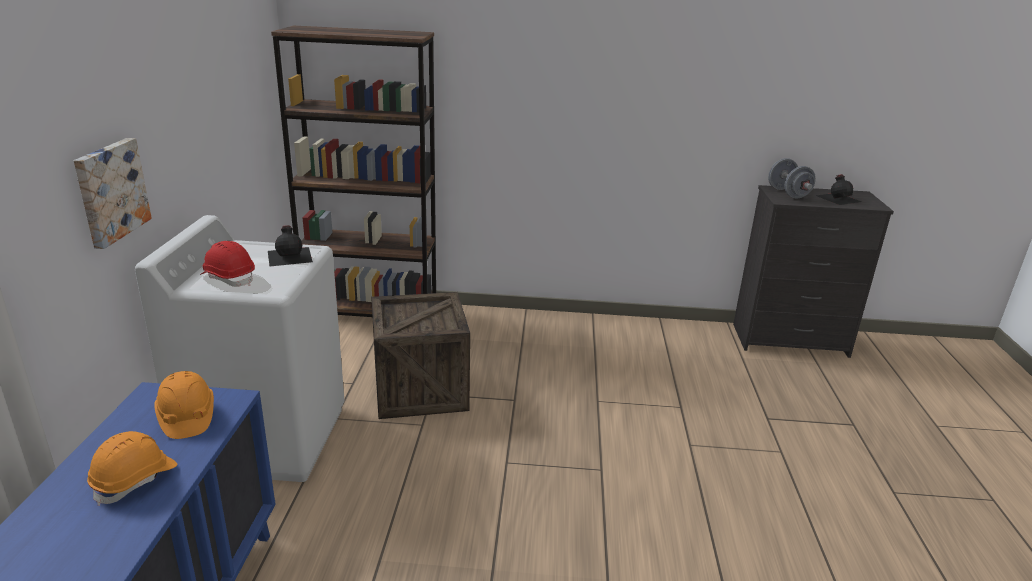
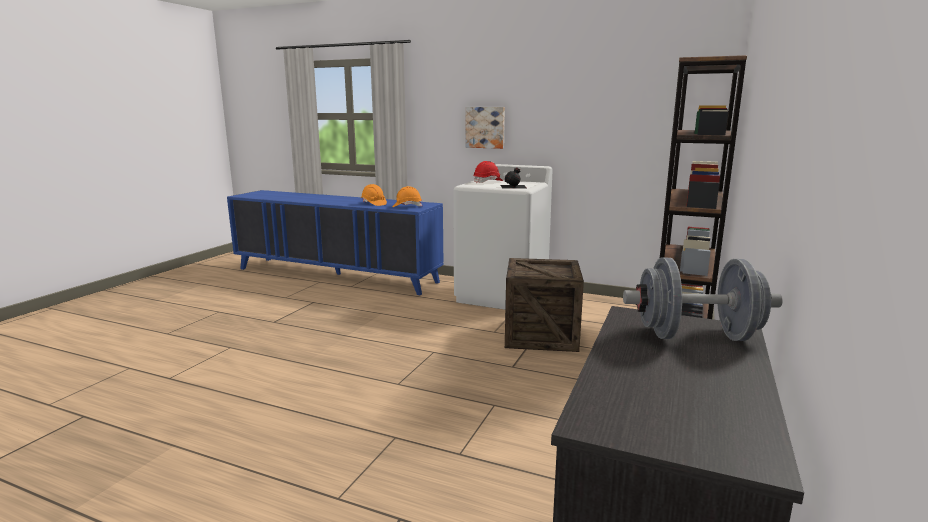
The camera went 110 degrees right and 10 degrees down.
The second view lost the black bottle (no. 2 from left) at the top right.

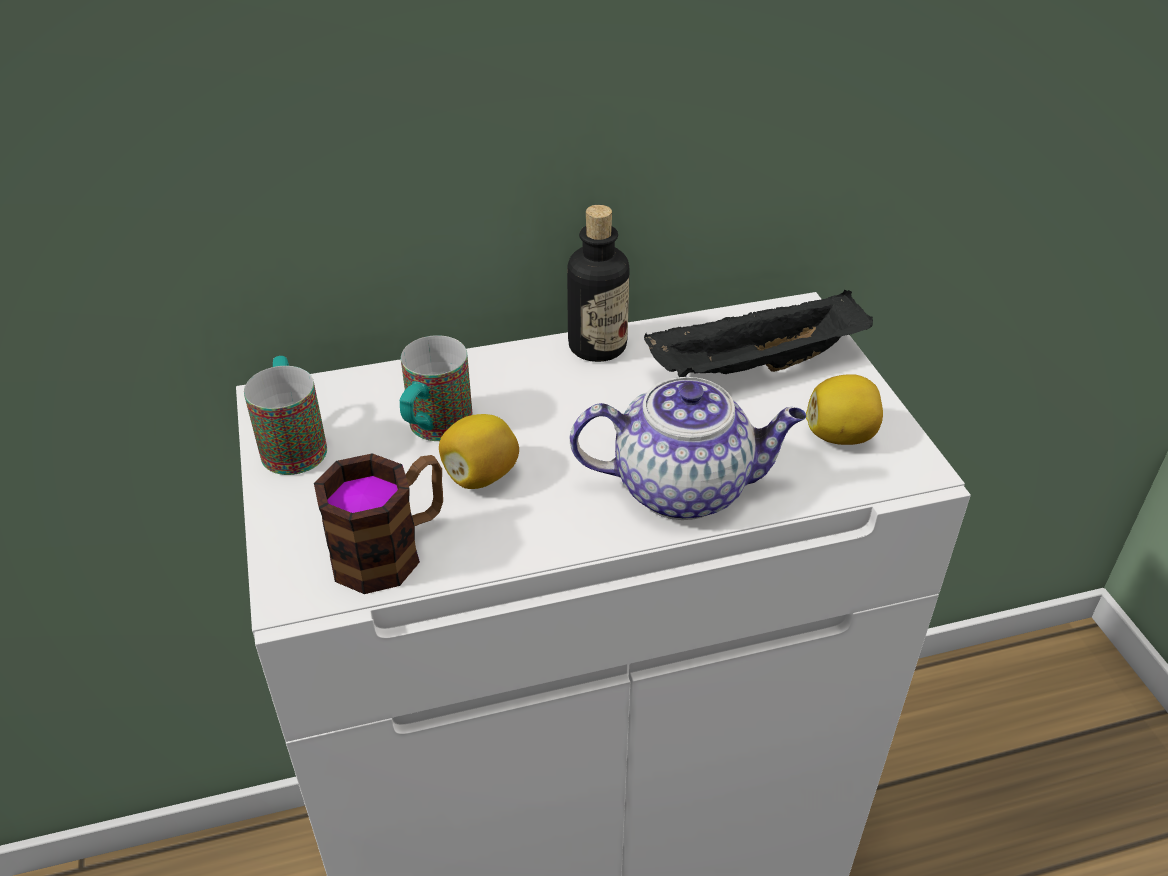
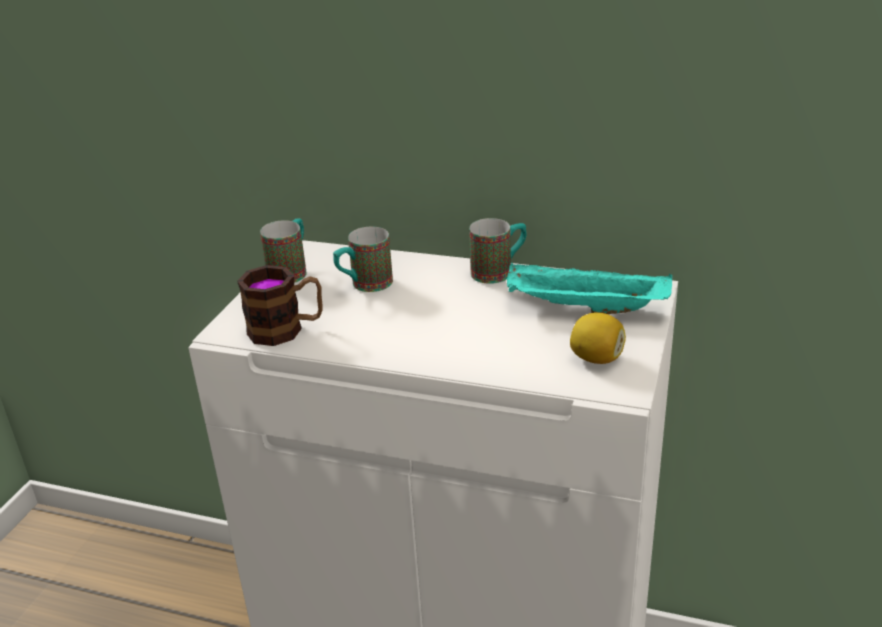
The camera went 35 degrees right and 10 degrees down.
Where the bottle stood at the top centre, the mug (no. 4 from left) came to stand at the centre.
What was the black tray at the centre turned into the turquoise tray at the middle right.
The second view lost the teapot at the centre.
The second view lost the lemon (no. 1 from left) at the centre.

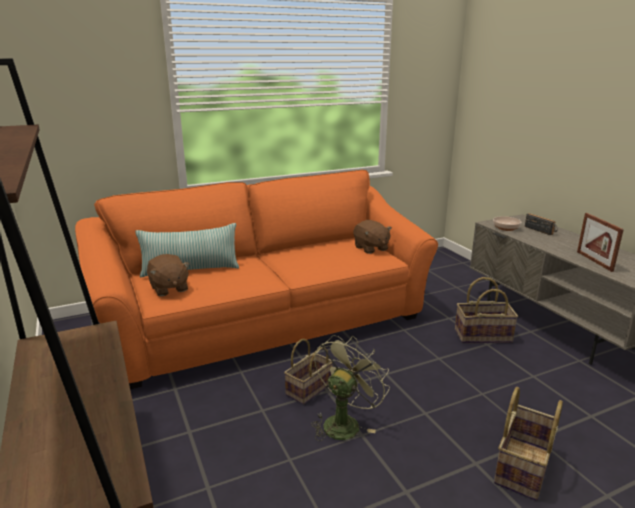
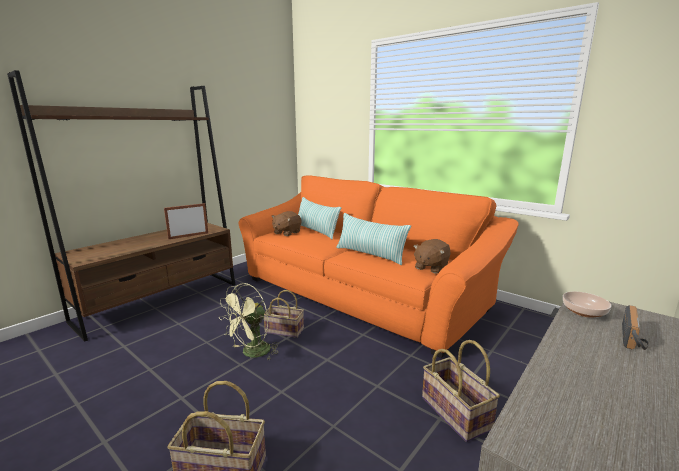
The camera went 65 degrees right and 5 degrees down.
The picture frame ended up elsewhere, having gone from the middle right to the middle left.
The green fan at the bottom centre ended up facing another way, 120 degrees clockwise from before.
The second view gained the pillow (no. 2 from left) at the centre.

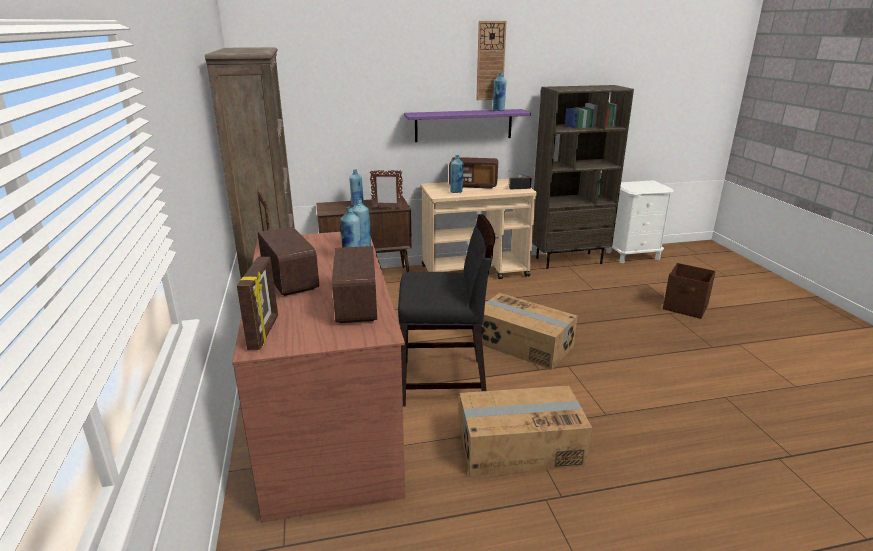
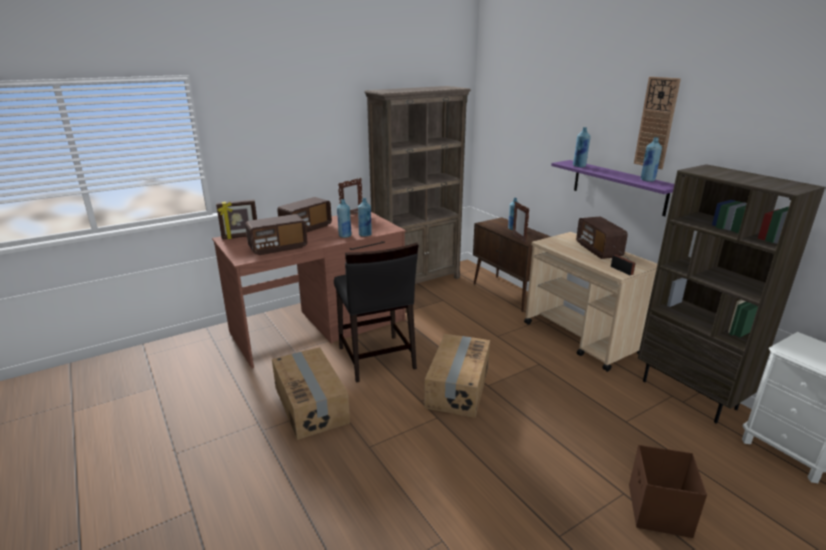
The camera went 70 degrees right and 0 degrees up.
The blue bottle (no. 4 from left) ended up elsewhere, having gone from the top centre to the top right.

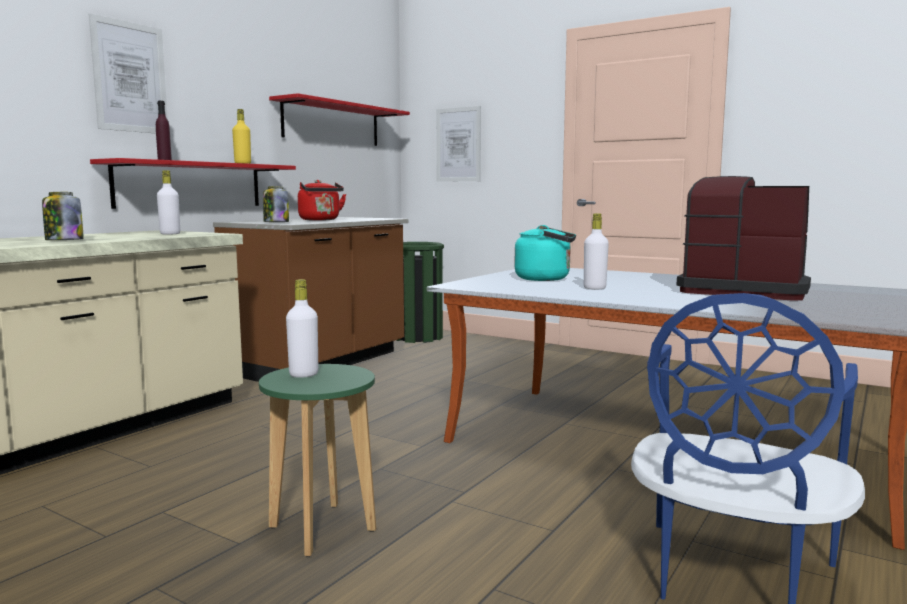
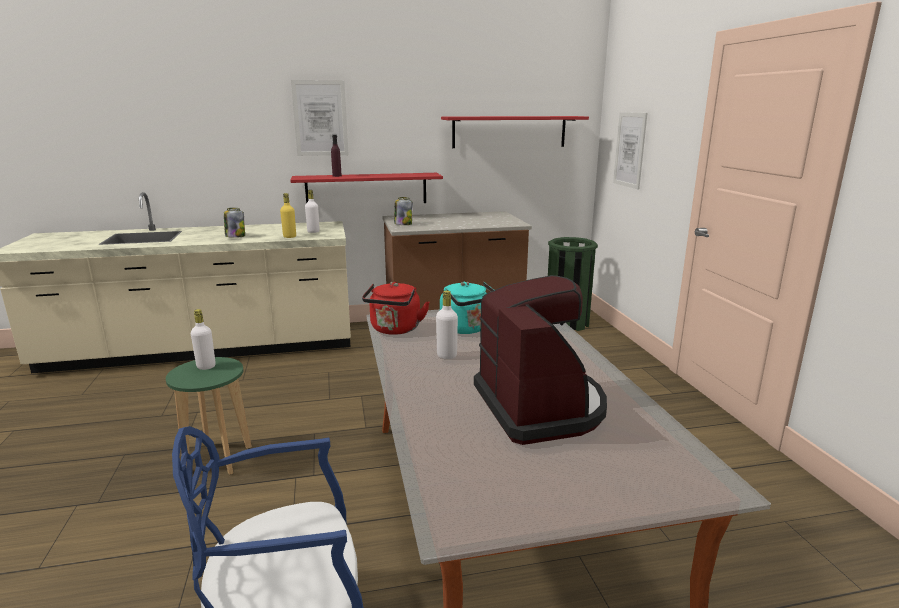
The camera went 45 degrees right and 10 degrees up.
The yellow bottle ended up elsewhere, having gone from the top left to the middle left.
The red kettle ended up elsewhere, having gone from the top centre to the centre.

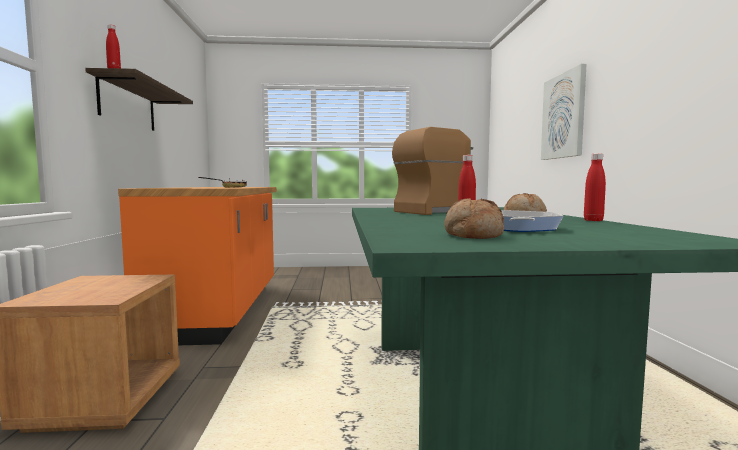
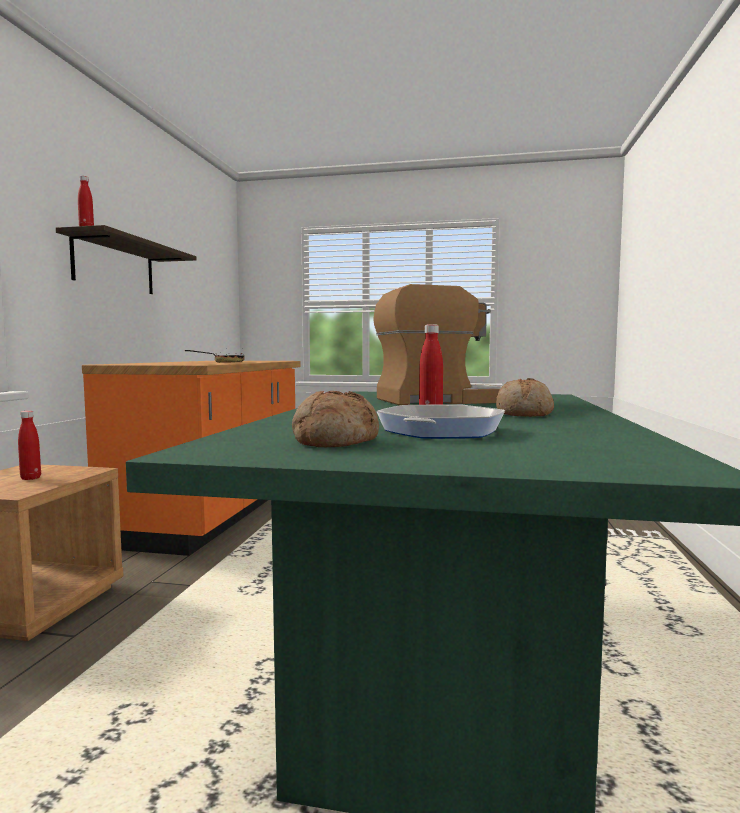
The camera went 15 degrees right and 0 degrees up.
The second view lost the picture at the top right.
The red bottle (no. 3 from left in the first image) ended up elsewhere, having gone from the middle right to the middle left.

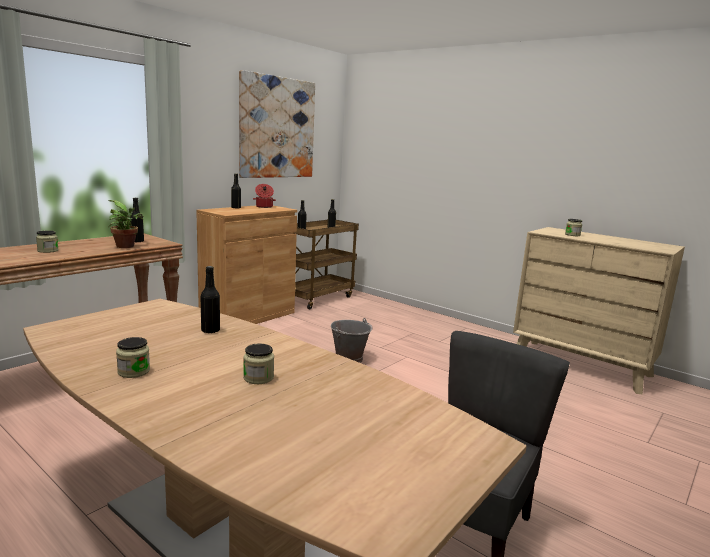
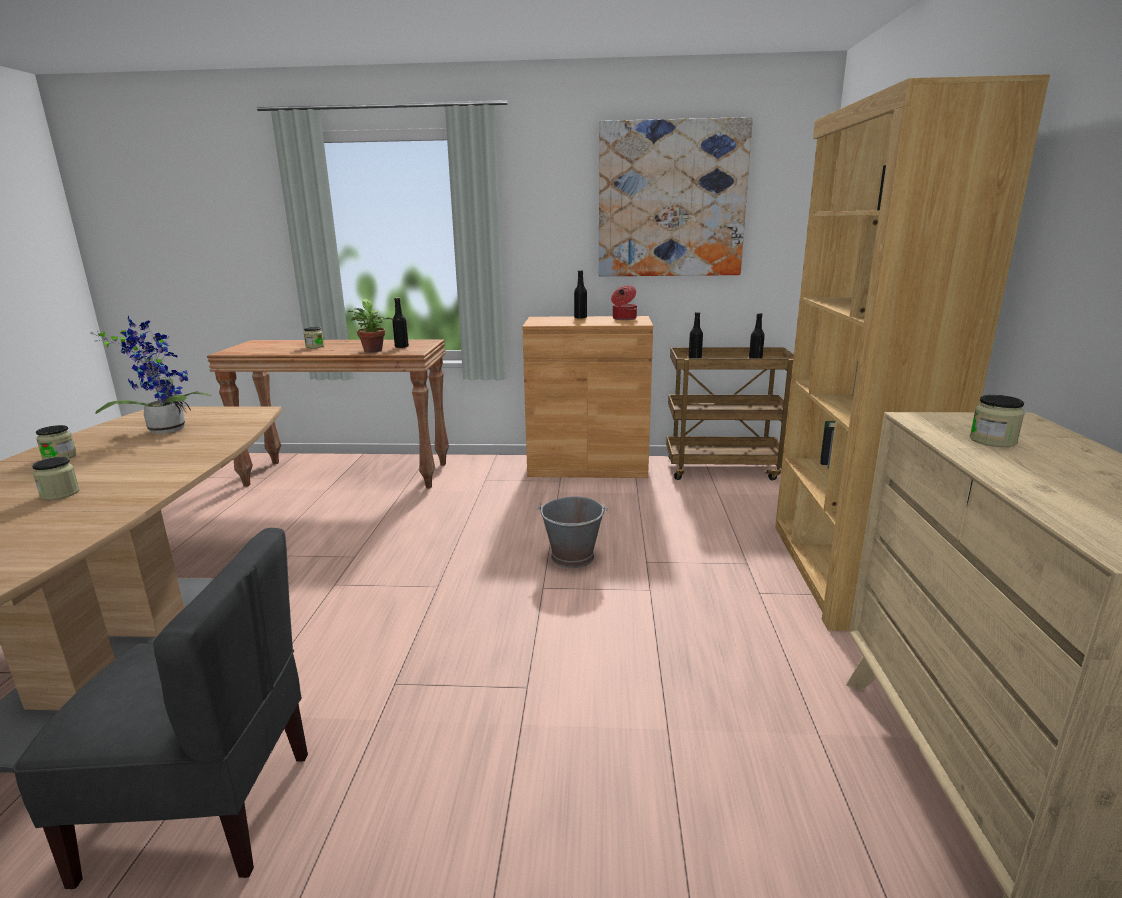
The camera went 55 degrees right and 5 degrees up.
The second view lost the black bottle (no. 2 from left) at the middle left.
The second view gained the brown bookcase at the middle right.
The second view gained the potted plant (no. 1 from left) at the middle left.

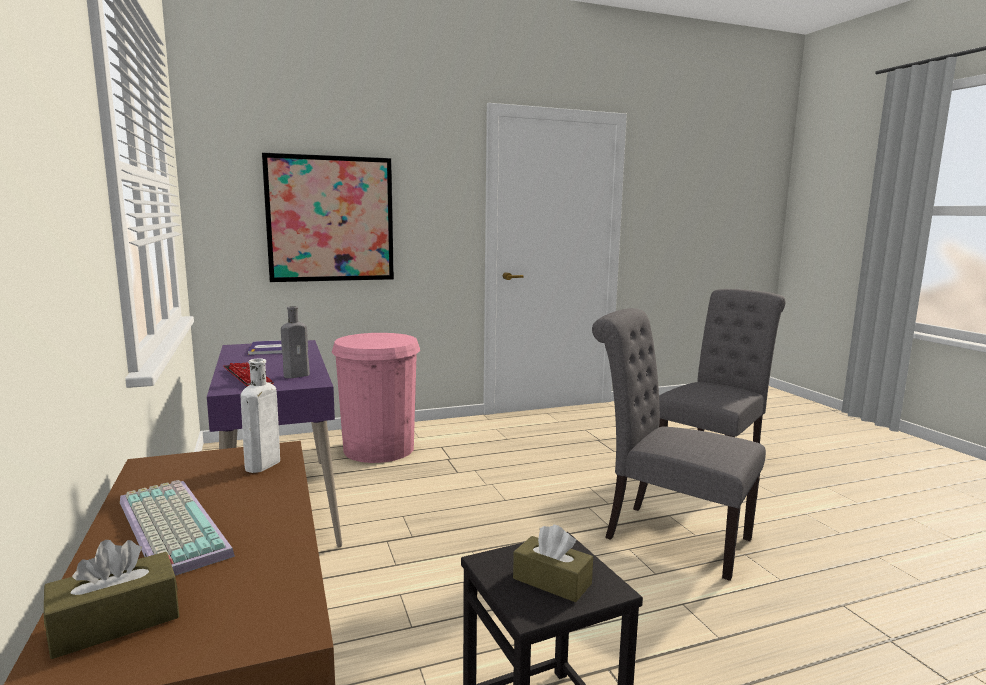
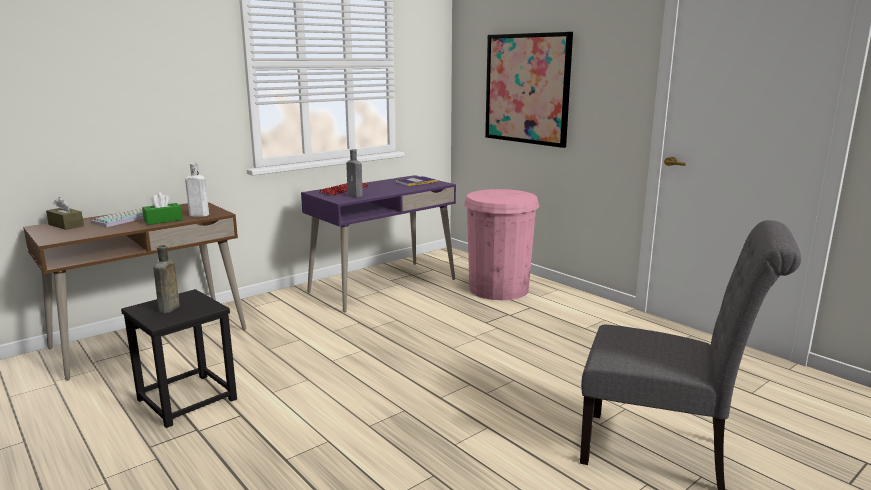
The camera went 70 degrees right and 5 degrees up.
The second view lost the grey chair (no. 1 from left) at the middle right.
Where the brown tissue box (no. 2 from left) stood at the bottom centre, the brown bottle came to stand at the middle left.
The second view gained the green tissue box at the middle left.

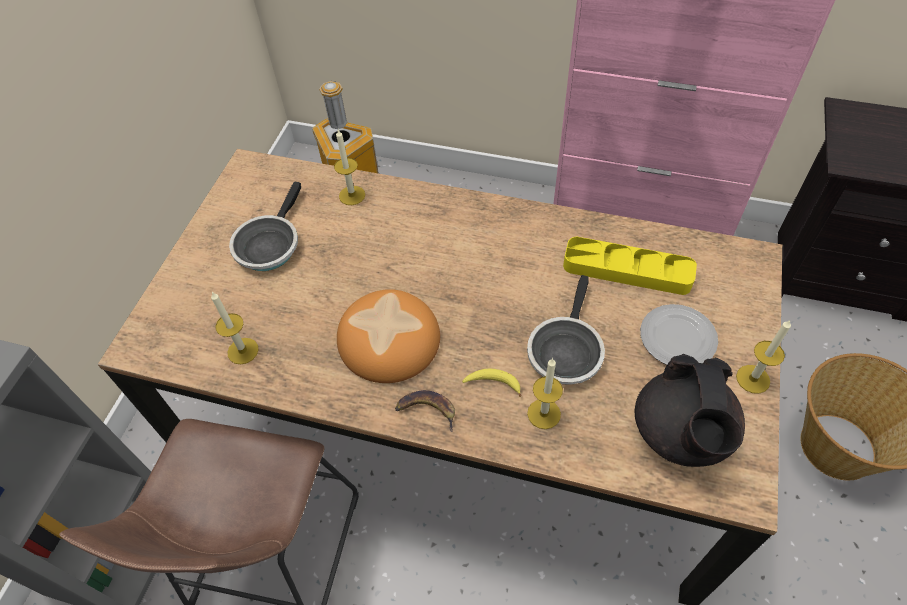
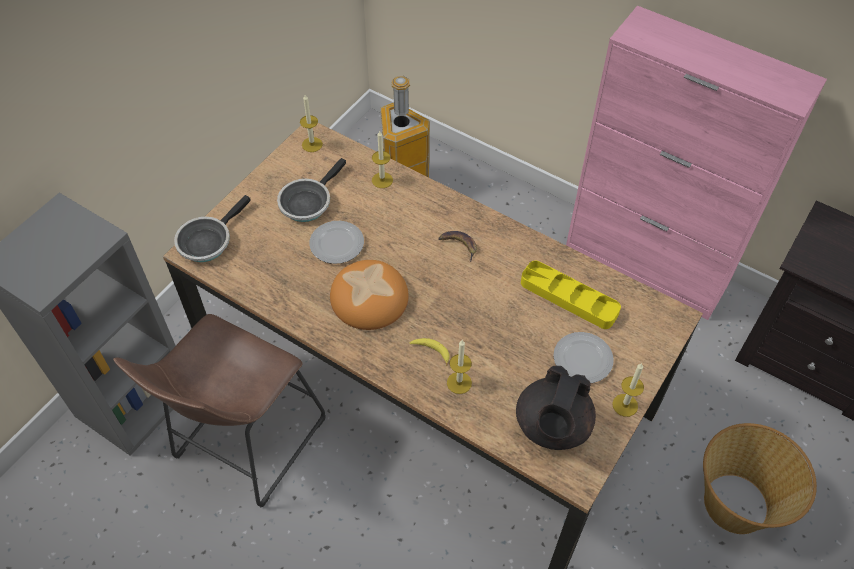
The camera went 15 degrees right and 0 degrees up.
The frying pan (no. 2 from left in the first image) ended up elsewhere, having gone from the centre to the middle left.
The candle (no. 1 from left) ended up elsewhere, having gone from the middle left to the top centre.
The banana (no. 1 from left in the first image) ended up elsewhere, having gone from the bottom centre to the centre.
The second view gained the plate (no. 1 from left) at the centre.

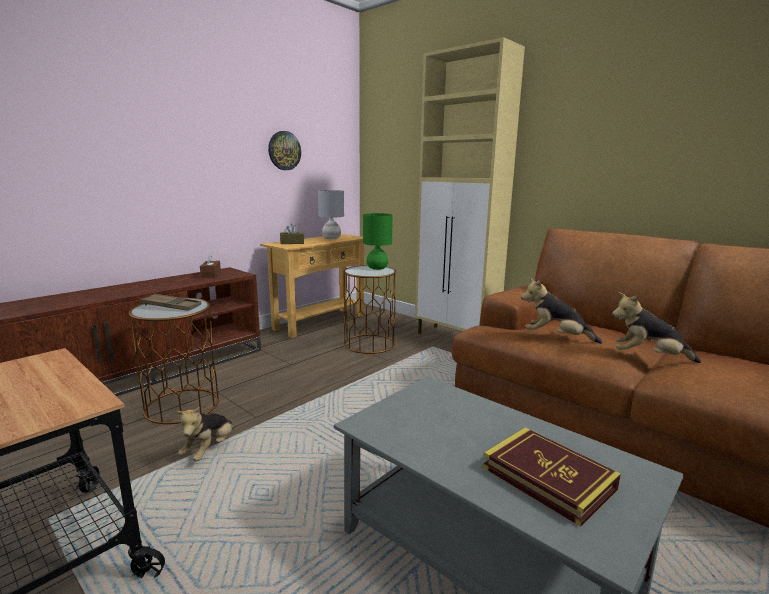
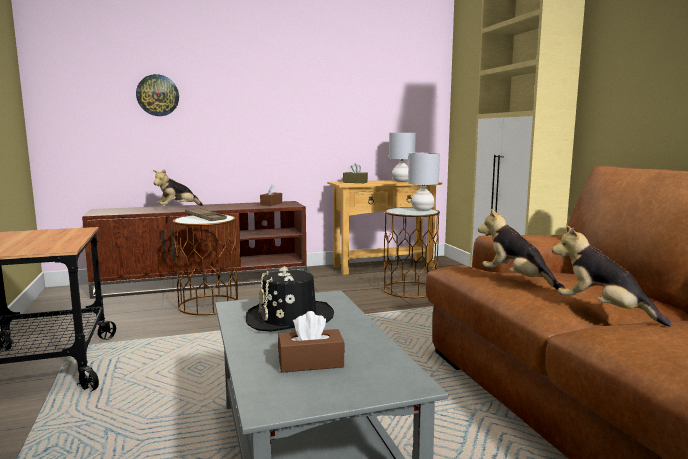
The camera went 30 degrees right and 5 degrees down.
The wall clock ended up elsewhere, having gone from the top centre to the top left.
What was the green table lamp at the centre turned into the grey table lamp (no. 2 from left) at the centre.
The plush toy (no. 1 from left) ended up elsewhere, having gone from the bottom left to the middle left.
Where the book stood at the bottom right, the brown tissue box (no. 2 from left) came to stand at the bottom centre.
The second view gained the black hat at the centre.

